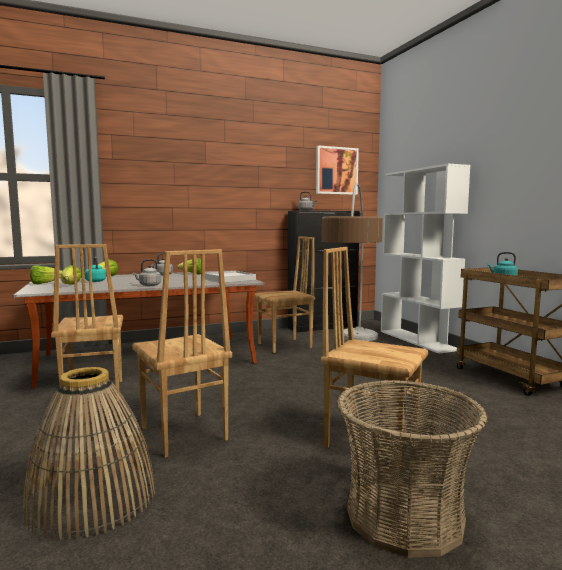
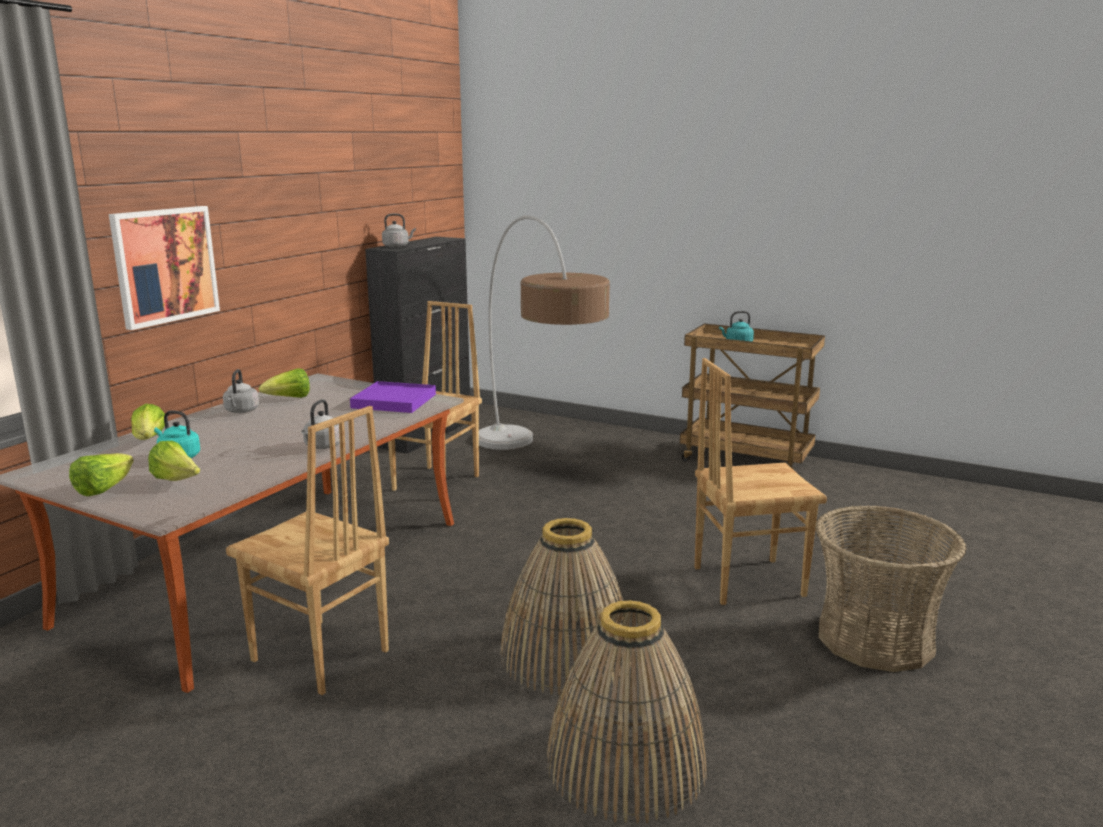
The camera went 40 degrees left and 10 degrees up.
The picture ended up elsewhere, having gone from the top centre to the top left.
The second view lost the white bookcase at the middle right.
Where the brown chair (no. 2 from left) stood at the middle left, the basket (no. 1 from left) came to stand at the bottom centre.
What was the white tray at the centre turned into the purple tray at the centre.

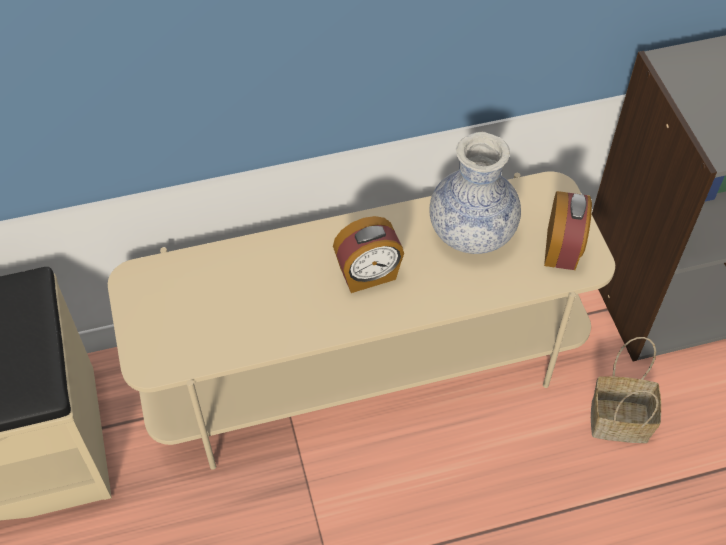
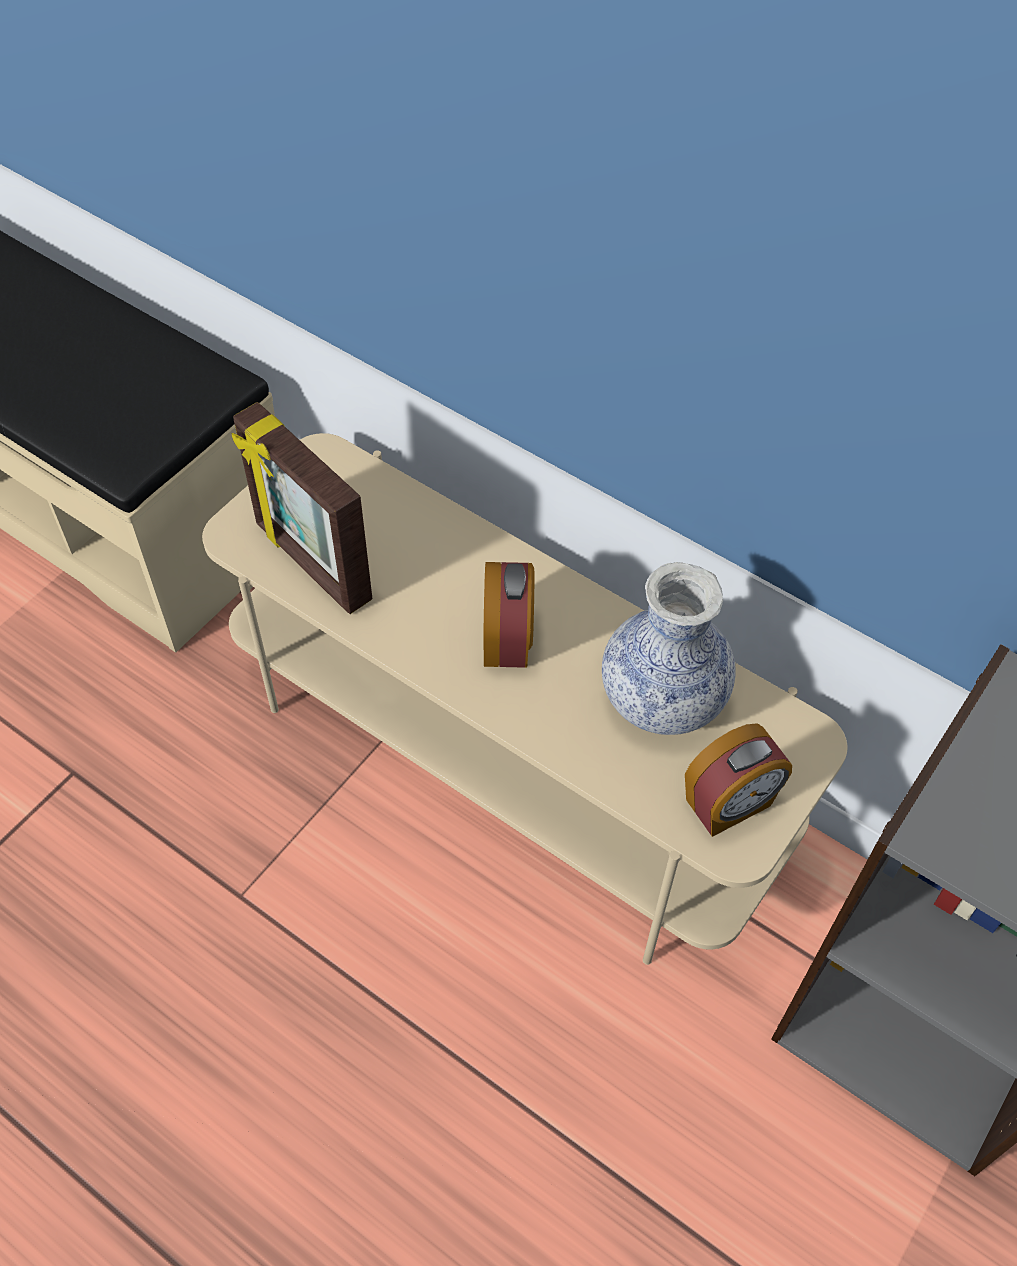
The camera went 50 degrees right and 0 degrees up.
The alarm clock (no. 1 from left) at the centre ended up facing another way, 120 degrees counterclockwise from before.
The second view lost the basket at the bottom right.
The second view gained the picture frame at the middle left.

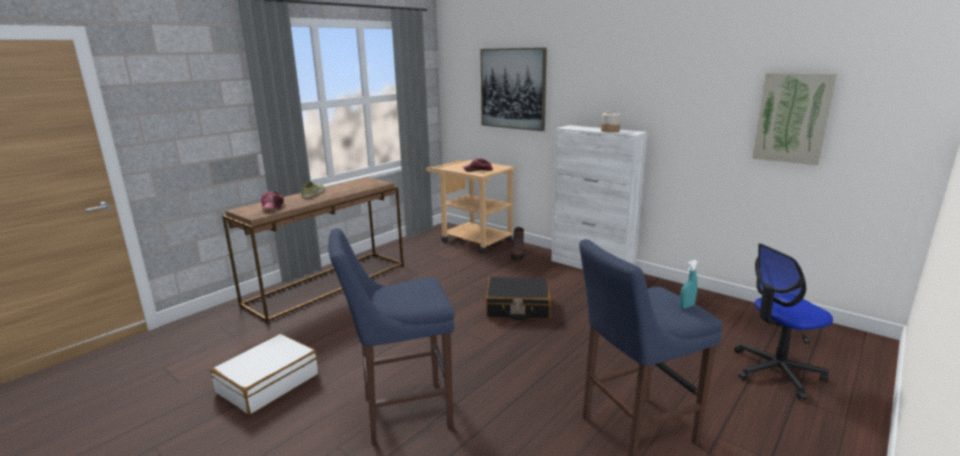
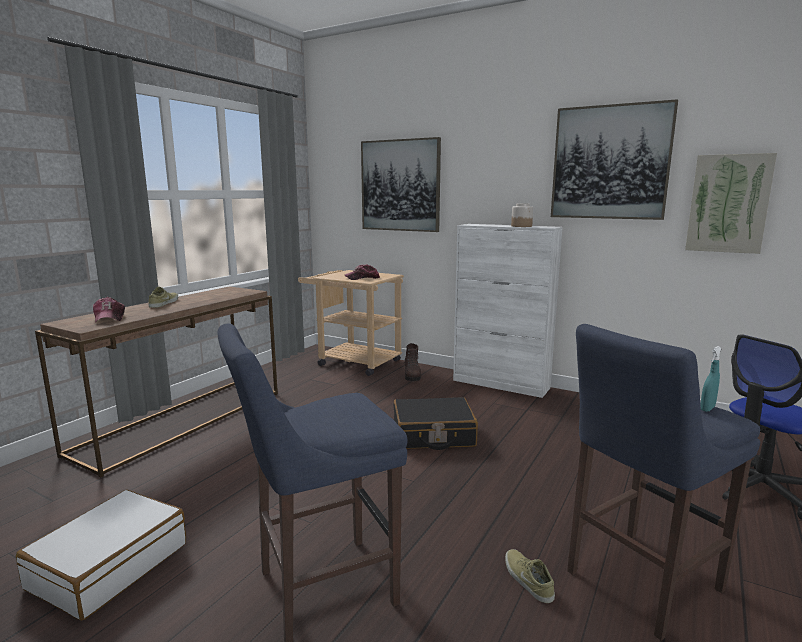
The camera went 10 degrees left and 5 degrees down.
The second view gained the picture (no. 2 from left) at the top right.
The second view gained the beige shoe (no. 2 from left) at the bottom centre.

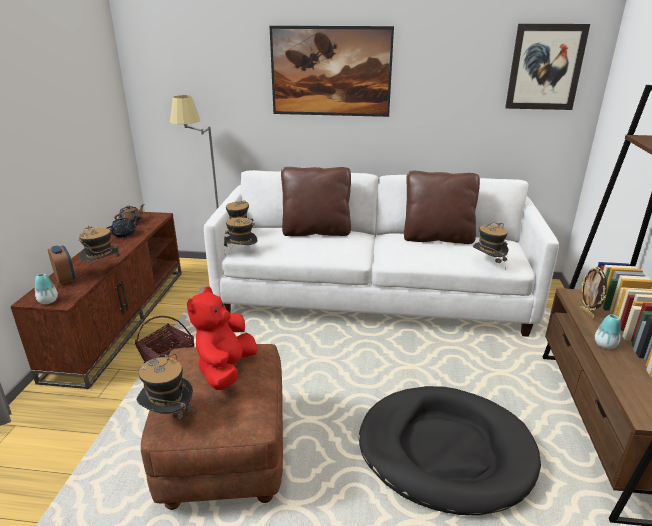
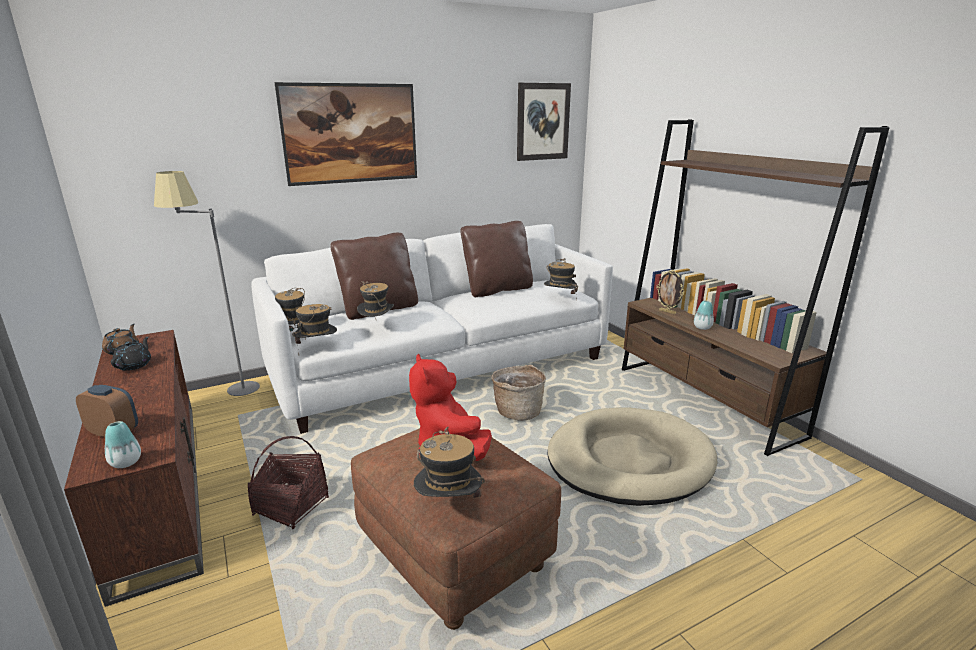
The camera went 35 degrees left and 5 degrees down.
The hat (no. 1 from left in the first image) ended up elsewhere, having gone from the middle left to the centre.
What was the black dog bed at the bottom right turned into the beige dog bed at the bottom centre.
The second view gained the basket (no. 2 from left) at the centre.

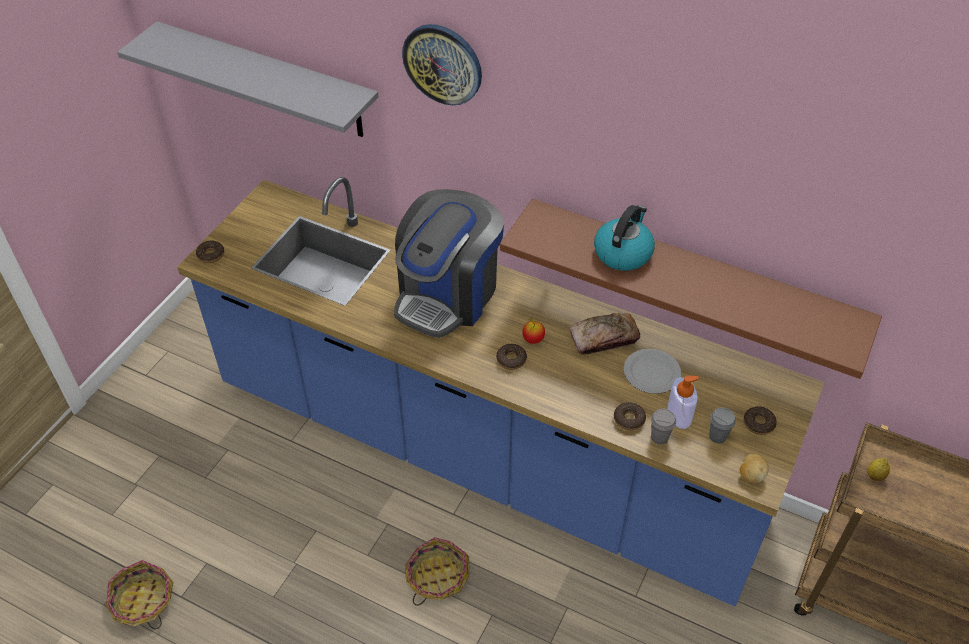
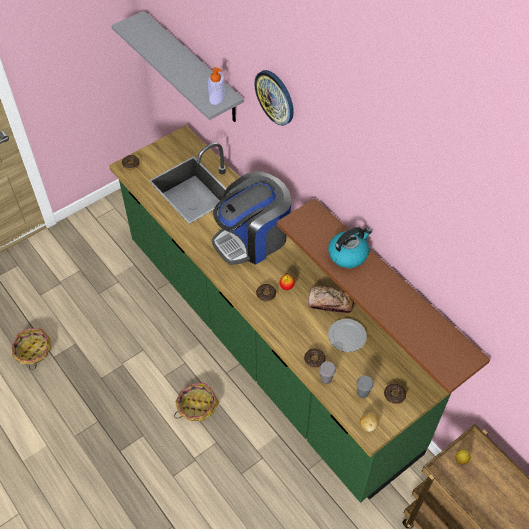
The camera went 25 degrees right and 5 degrees up.
What was the blue counter at the centre turned into the green counter at the centre.
The soap dispenser ended up elsewhere, having gone from the middle right to the top centre.

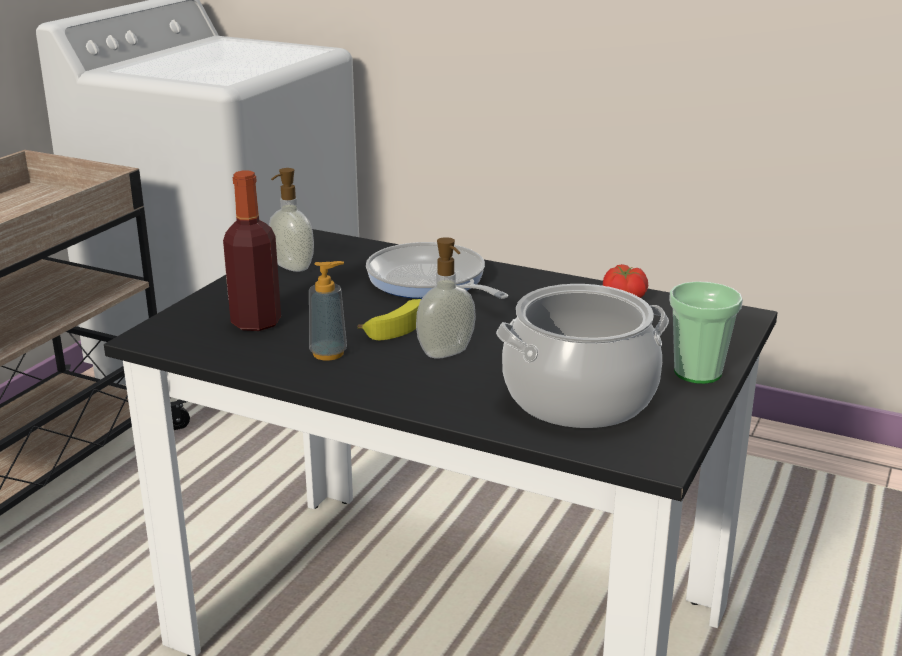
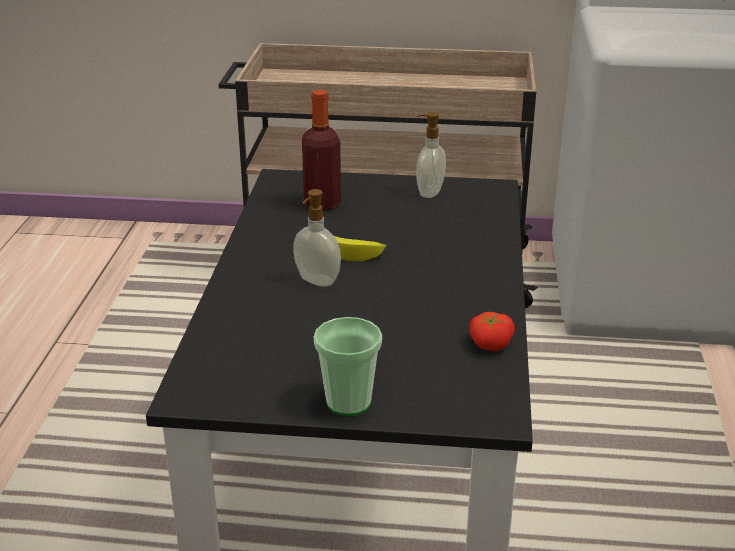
The camera went 70 degrees right and 5 degrees up.
The second view lost the frying pan at the centre.
The second view lost the soap dispenser (no. 2 from left) at the centre.
The second view lost the cooking pot at the centre.

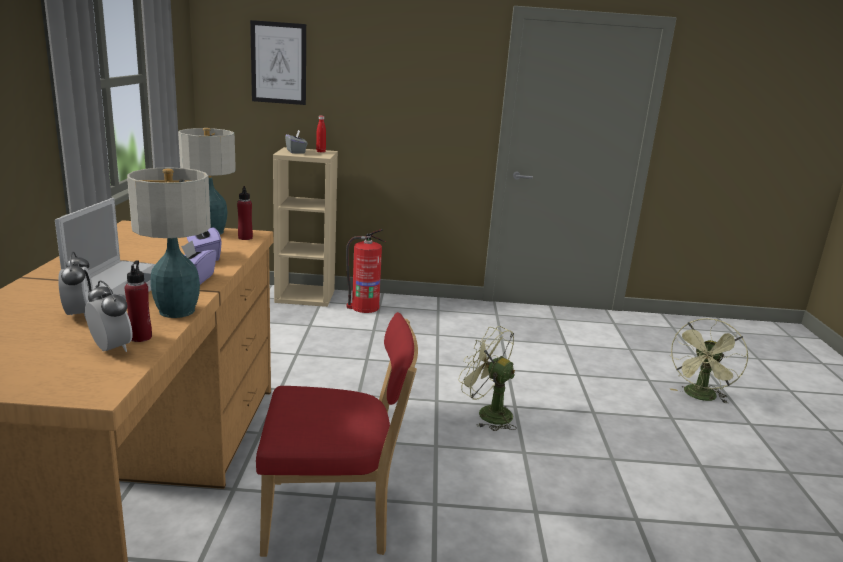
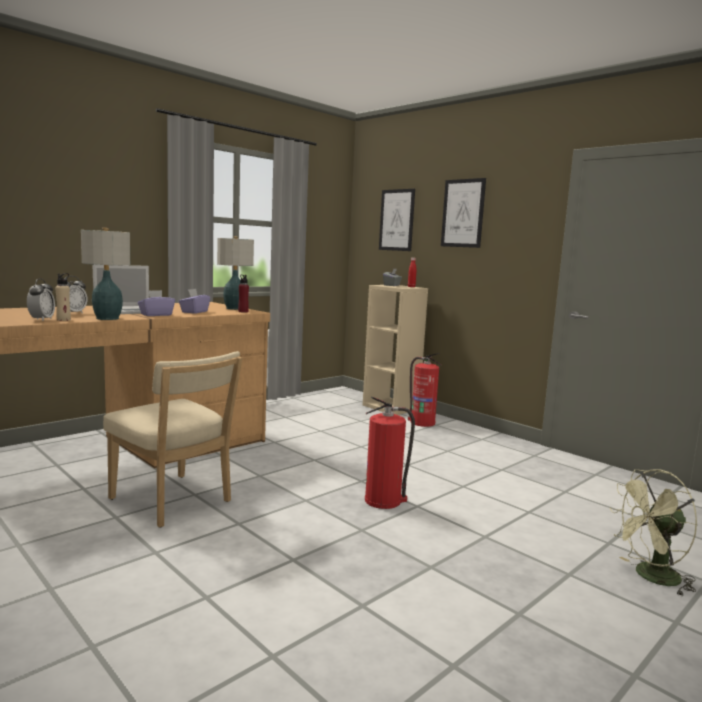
The camera went 45 degrees right and 10 degrees down.
What was the red bottle (no. 1 from left) at the middle left turned into the beige bottle at the middle left.
What was the red chair at the bottom centre turned into the beige chair at the middle left.
Where the green fan (no. 1 from left) stood at the bottom centre, the fire extinguisher (no. 1 from left) came to stand at the centre.
The second view gained the picture (no. 2 from left) at the top centre.

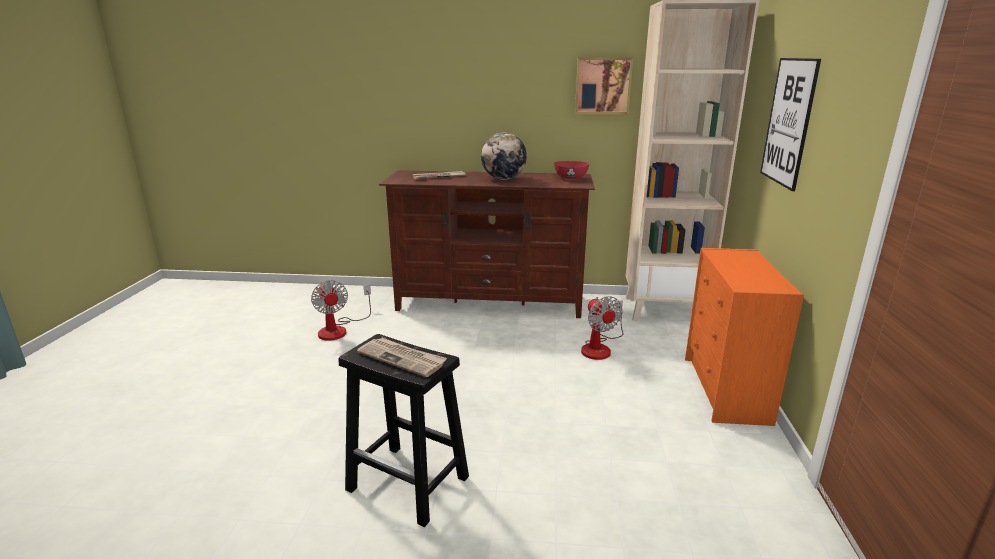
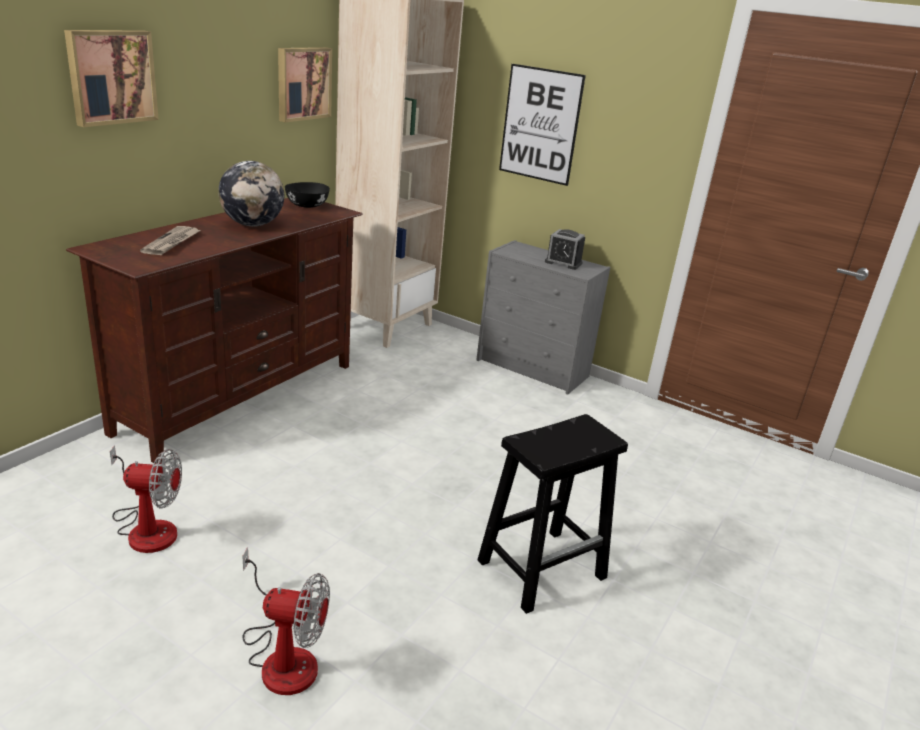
The camera went 65 degrees left and 5 degrees up.
What was the red bowl at the top centre turned into the black bowl at the top centre.
What was the orange dresser at the middle right turned into the grey dresser at the centre.
The fan (no. 2 from left) ended up elsewhere, having gone from the centre to the bottom left.
The second view lost the newspaper (no. 1 from left) at the centre.
The second view gained the picture (no. 1 from left) at the top left.
The second view gained the alarm clock at the centre.

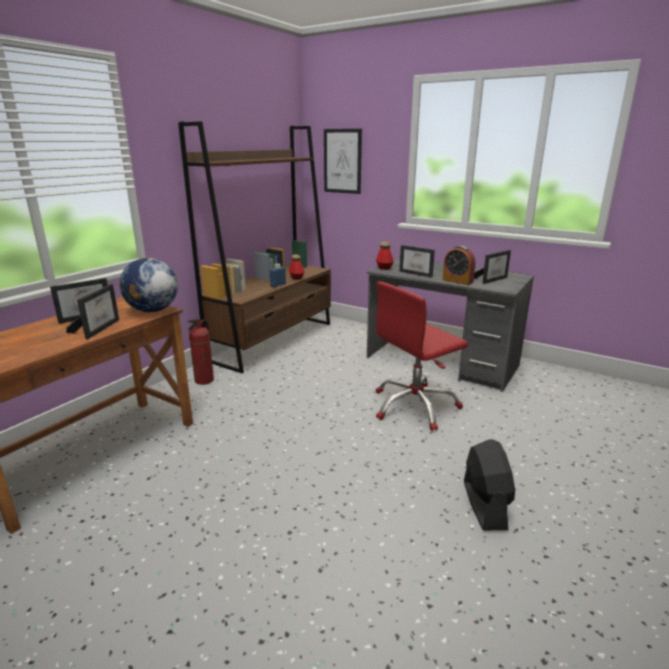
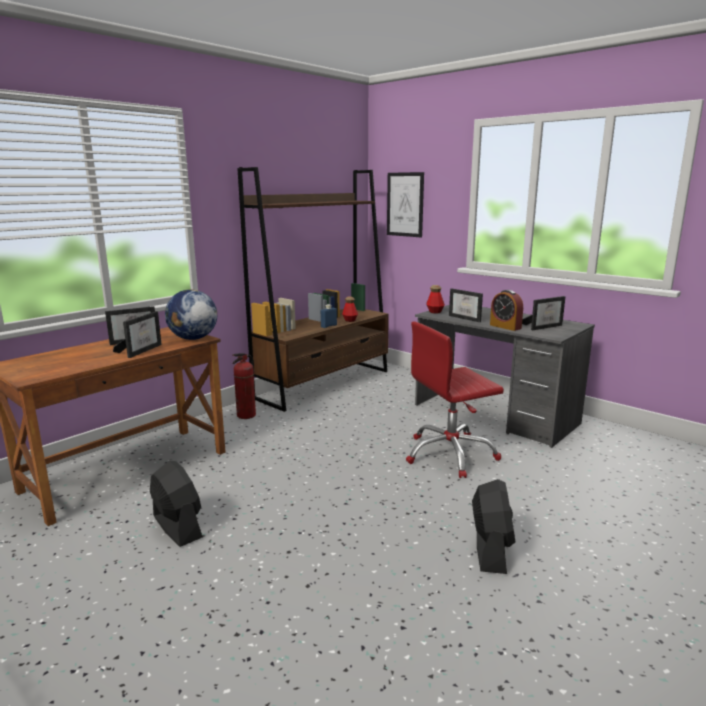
The camera went 10 degrees right and 5 degrees down.
The second view gained the black fan (no. 1 from left) at the bottom left.

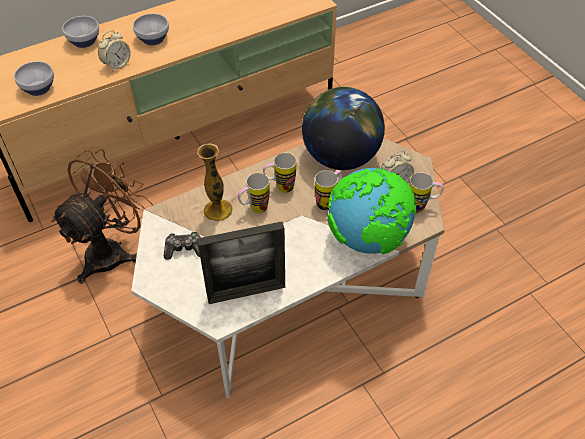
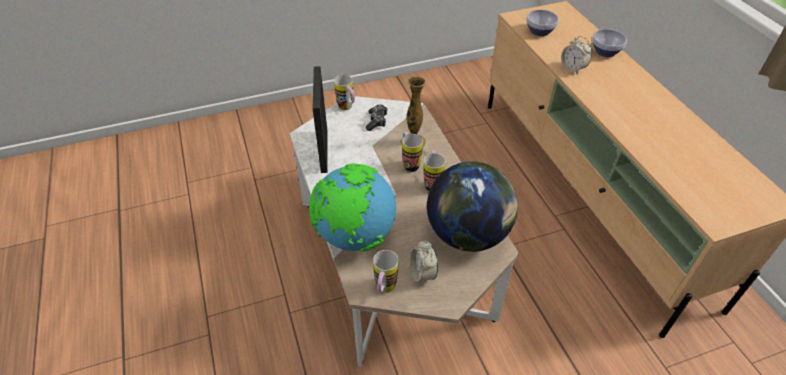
The camera went 100 degrees right and 5 degrees down.
The second view lost the bowl (no. 3 from left) at the top left.
The second view lost the brown fan at the middle left.
The mug (no. 3 from left in the first image) ended up elsewhere, having gone from the centre to the top centre.

